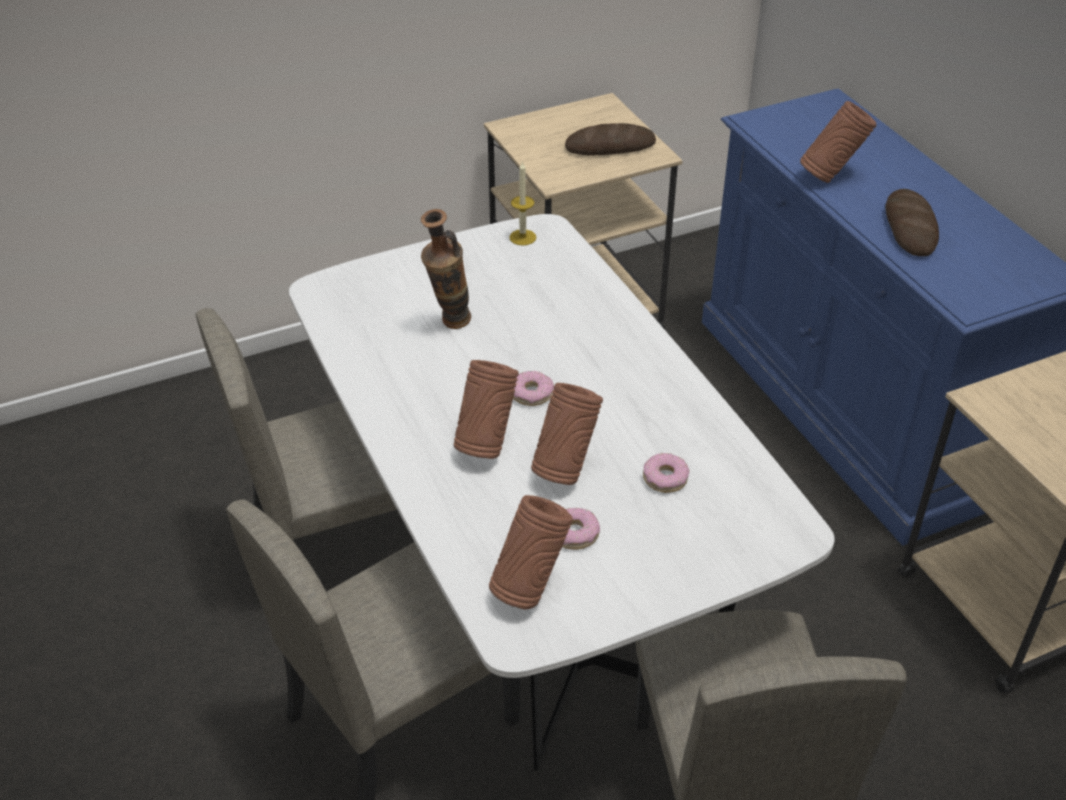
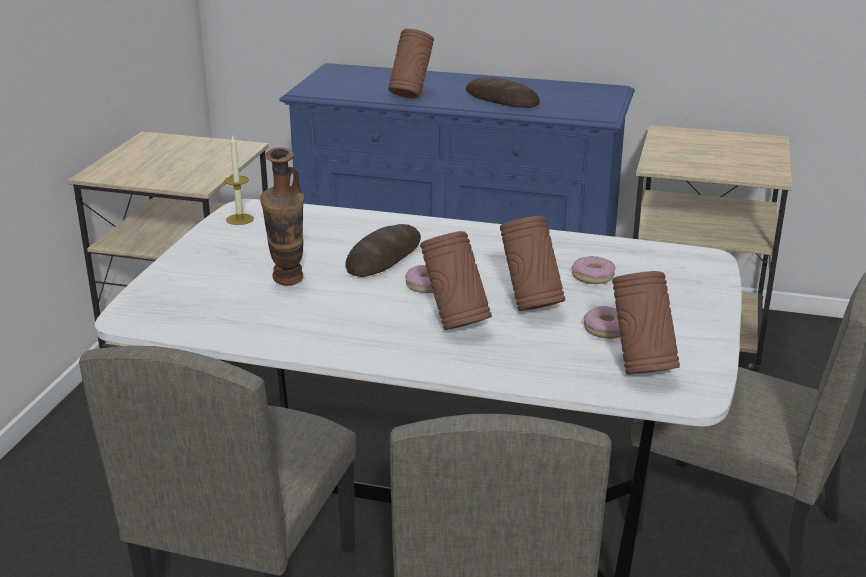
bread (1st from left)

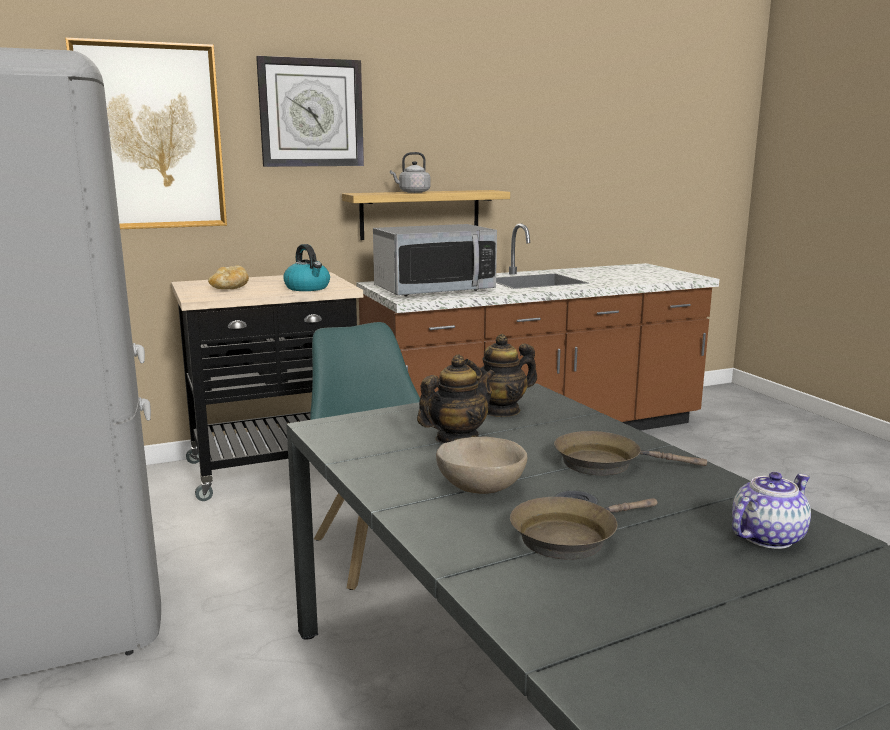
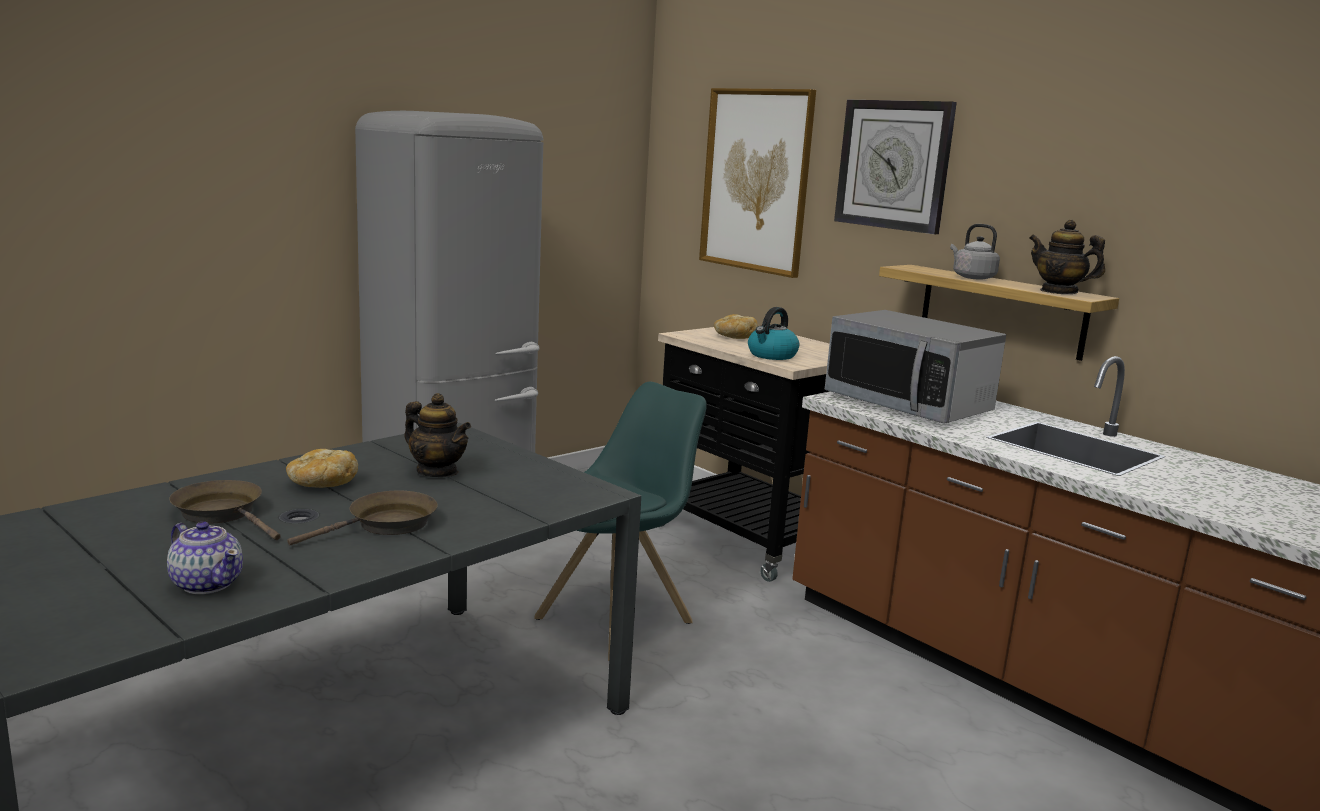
teapot (3rd from left); brown frying pan (2nd from left); bread (1st from left)

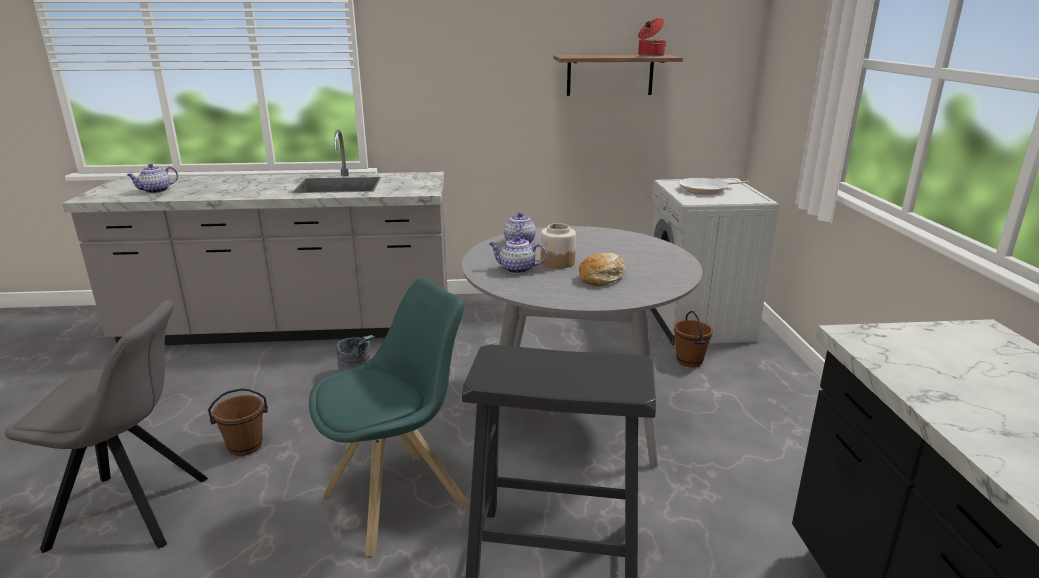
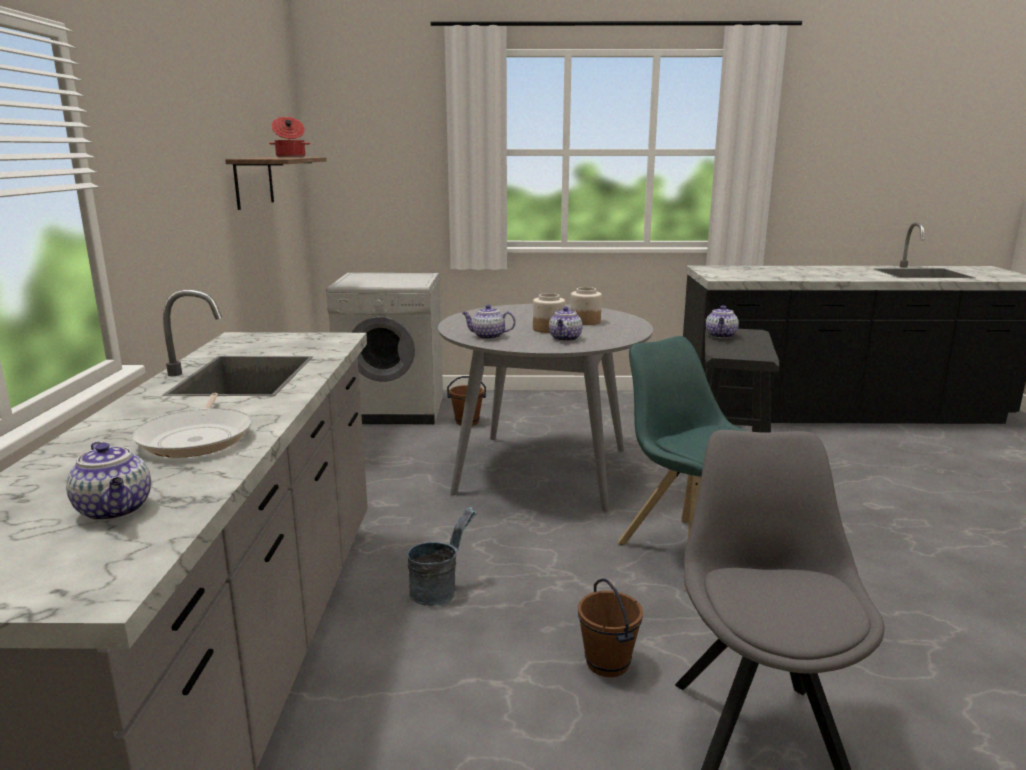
frying pan; jar (2nd from left); teapot (4th from left)

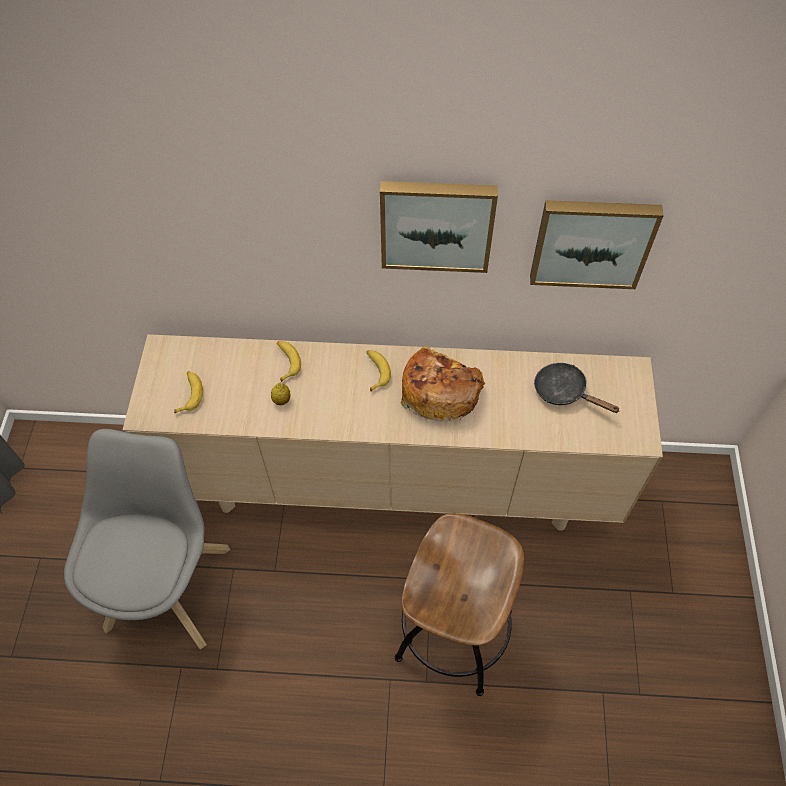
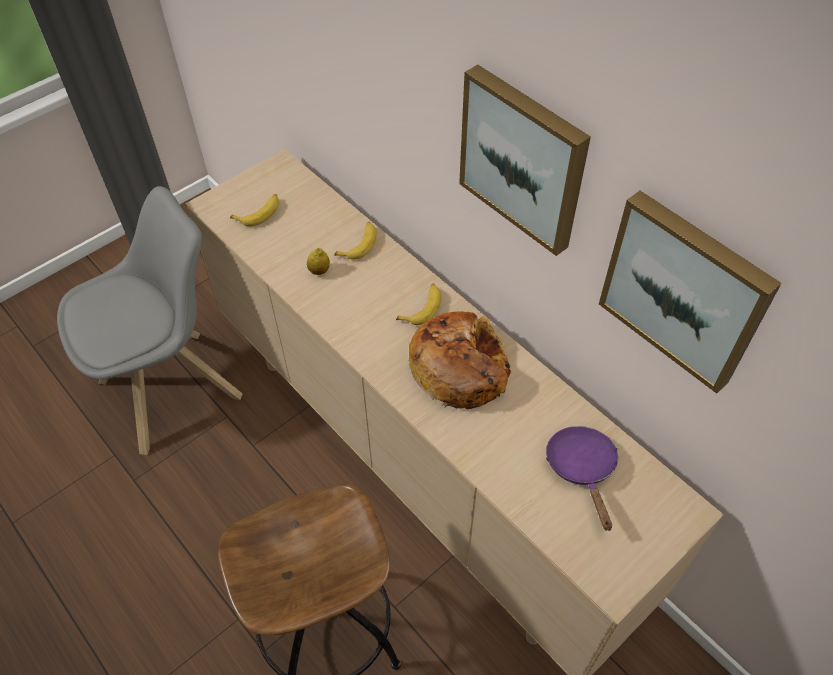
purple frying pan

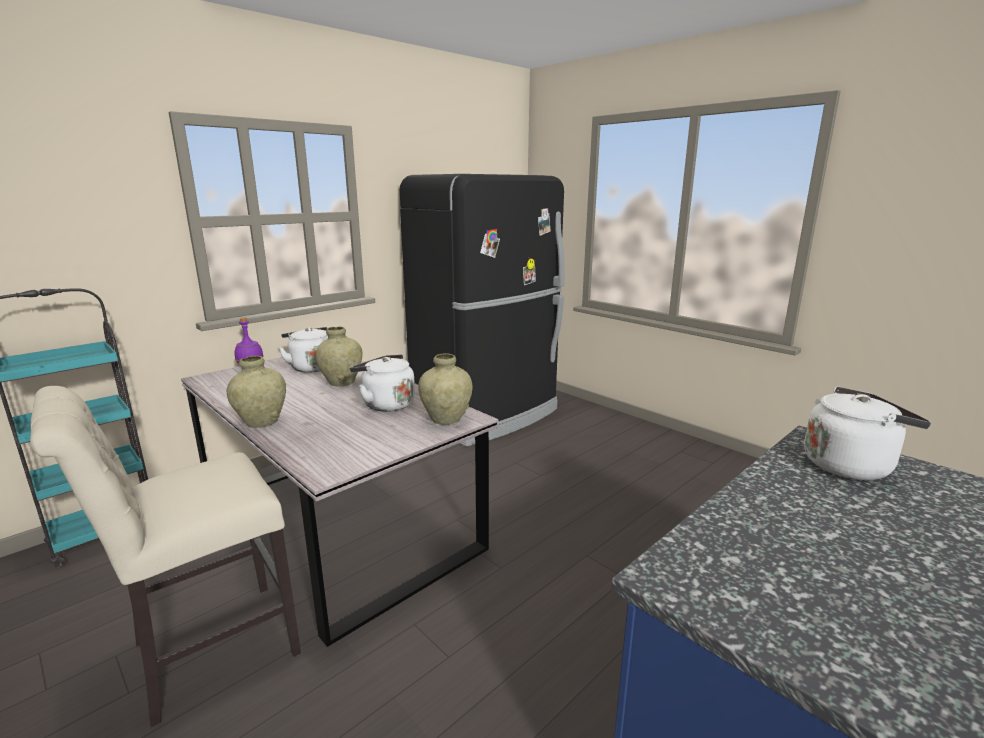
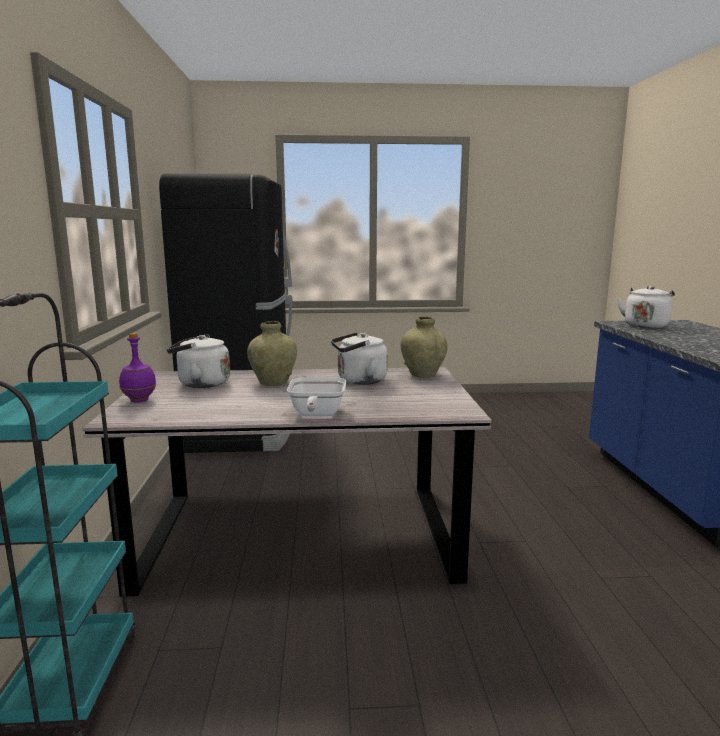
frying pan; beige stool

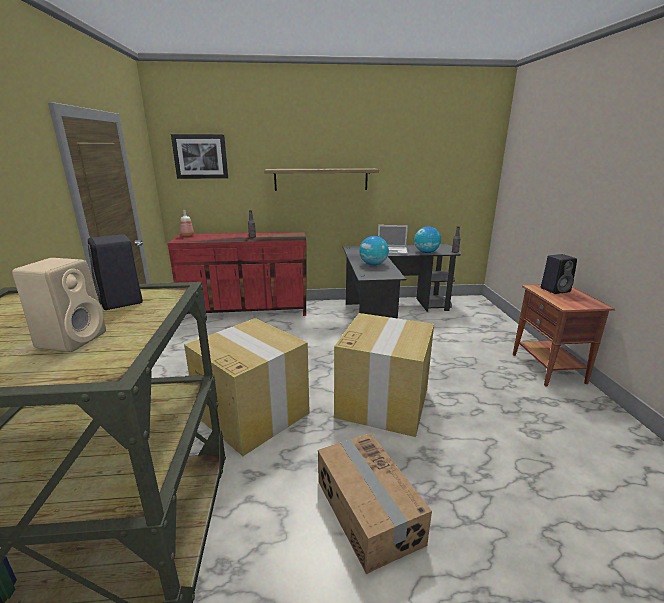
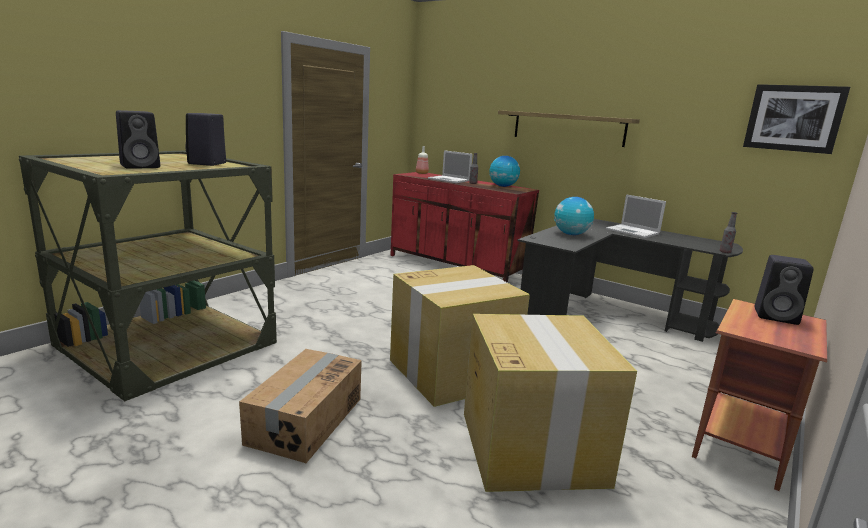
picture; globe (1st from left); black speaker (1st from left); cardboard box (3rd from left); laptop (1st from left)

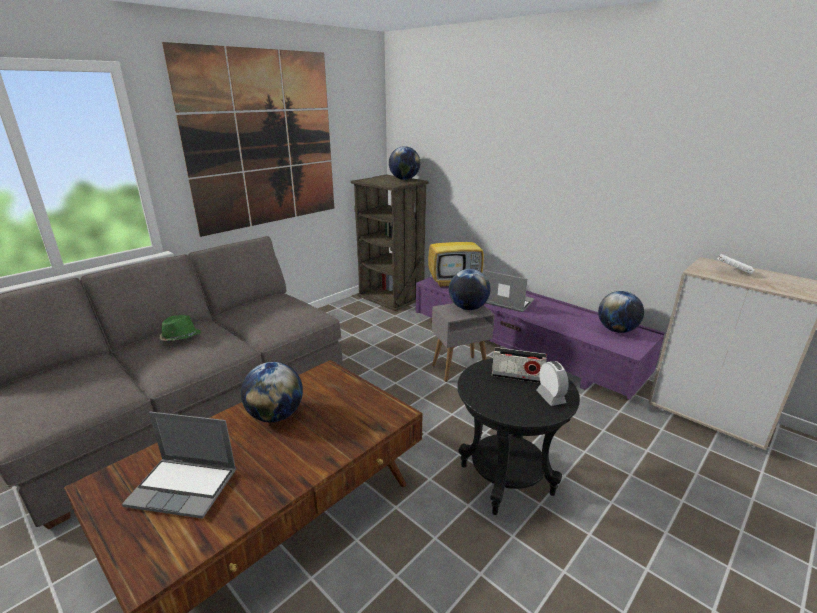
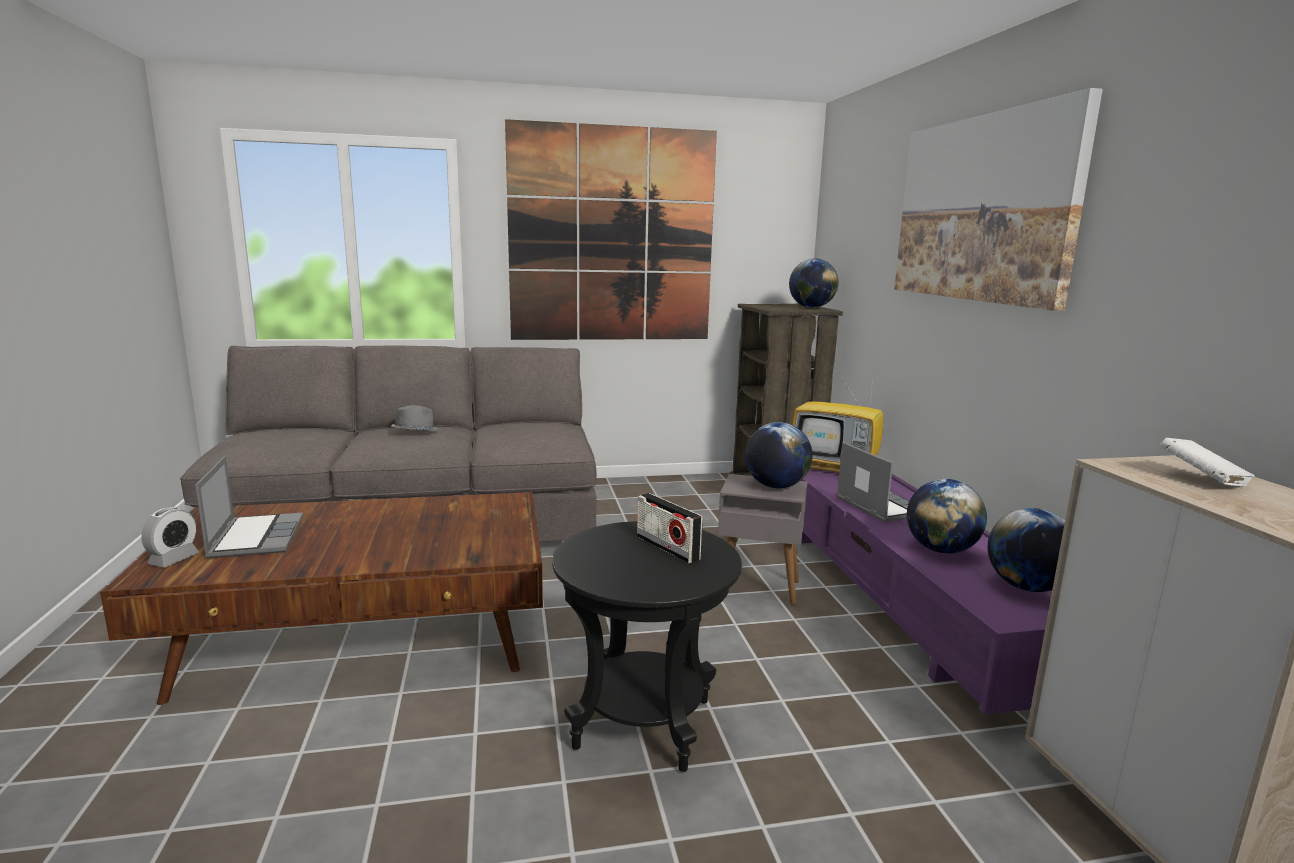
grey hat; alarm clock; globe (3rd from left); laptop (1st from left); picture (2nd from left)

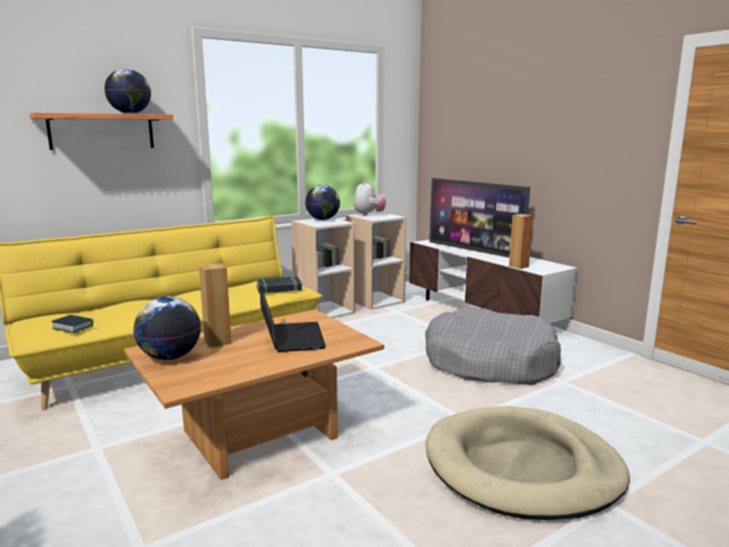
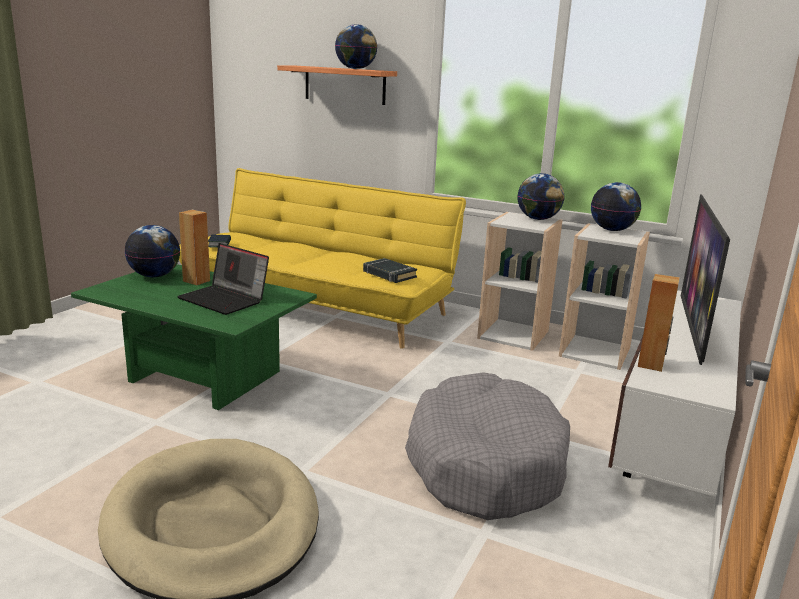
globe (4th from left); laptop; green coffee table

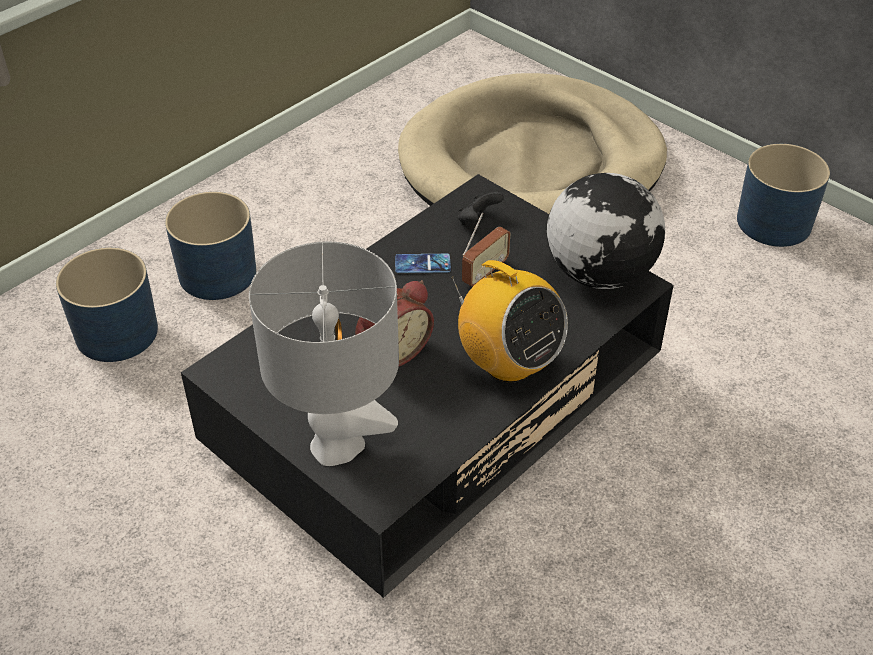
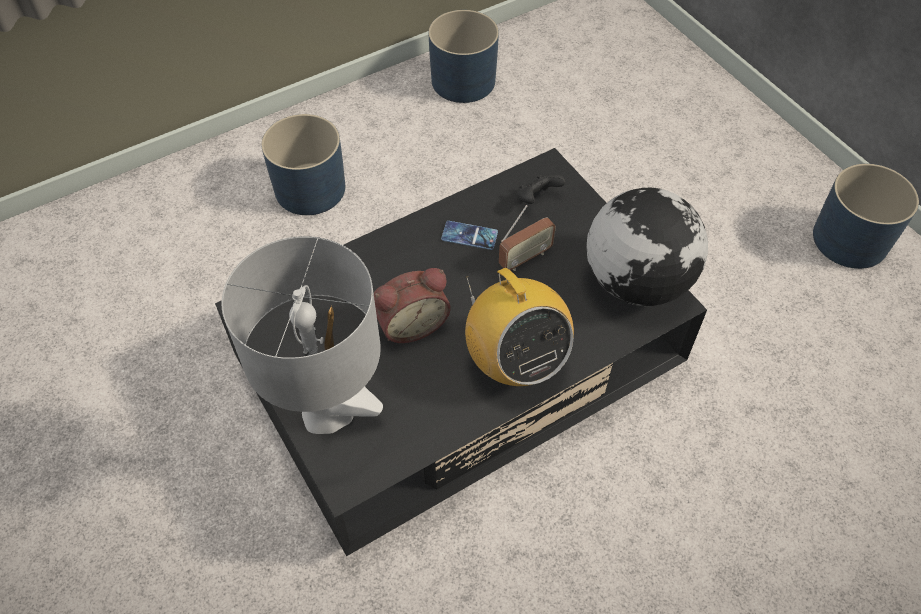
beige dog bed; blue planter (2nd from left)

